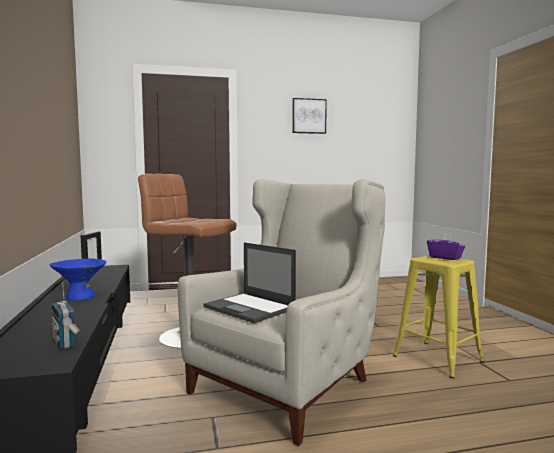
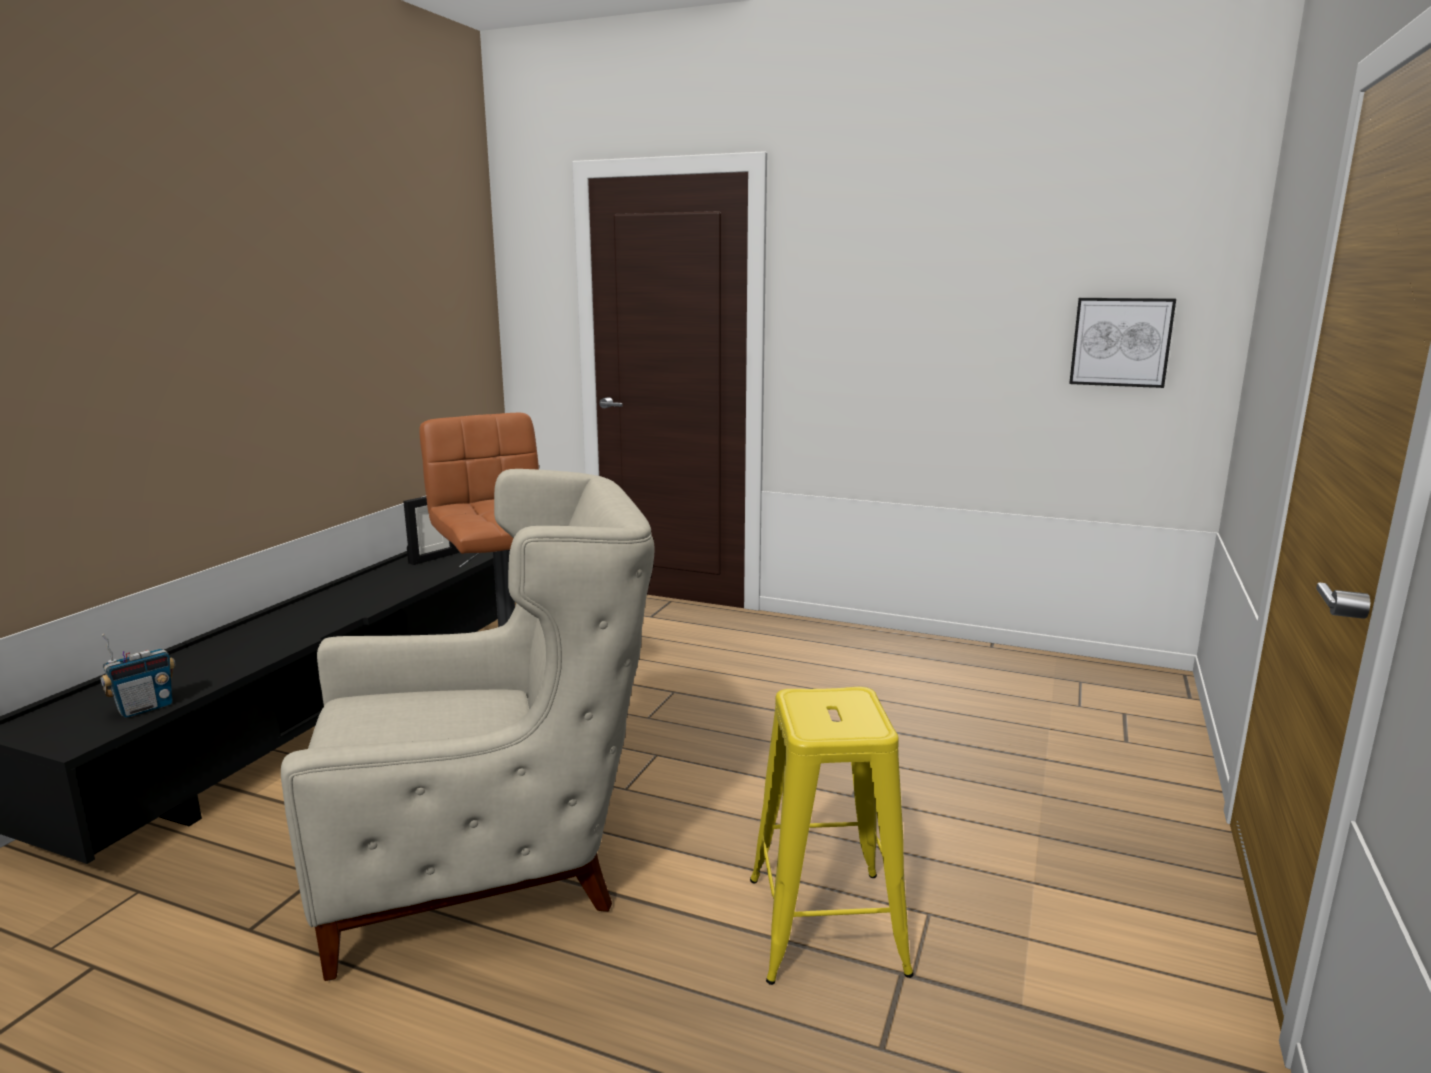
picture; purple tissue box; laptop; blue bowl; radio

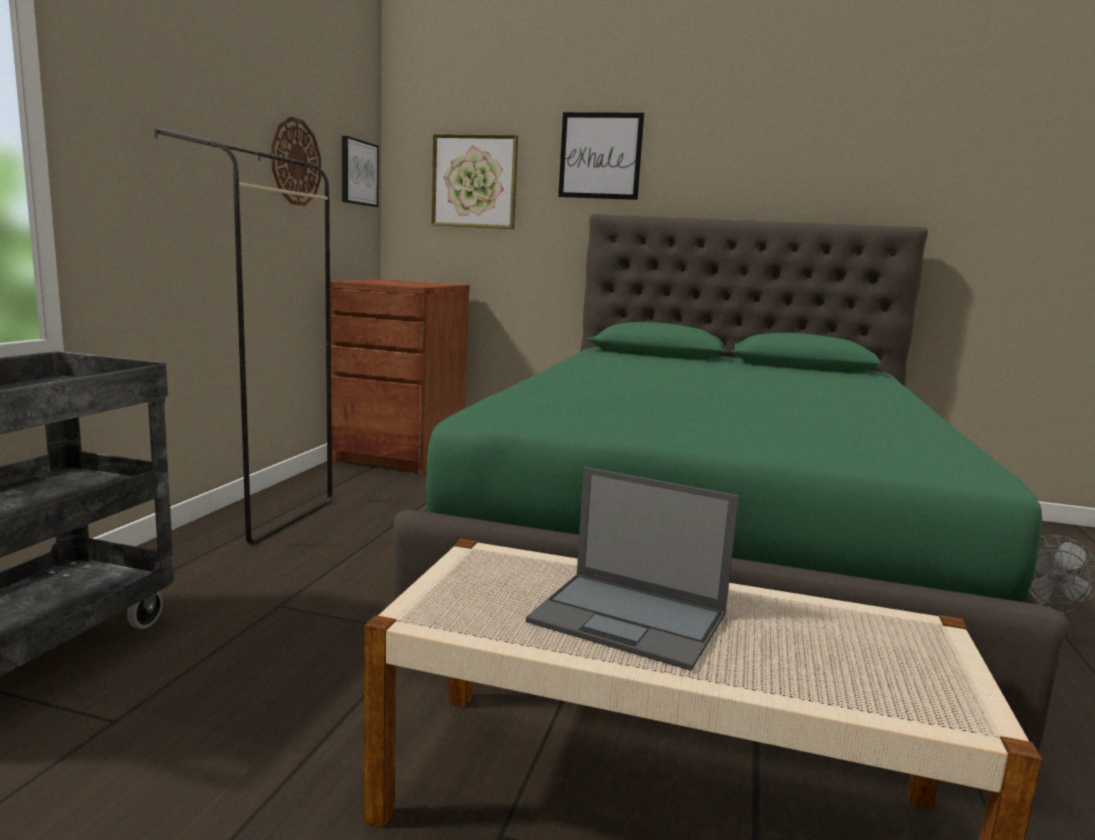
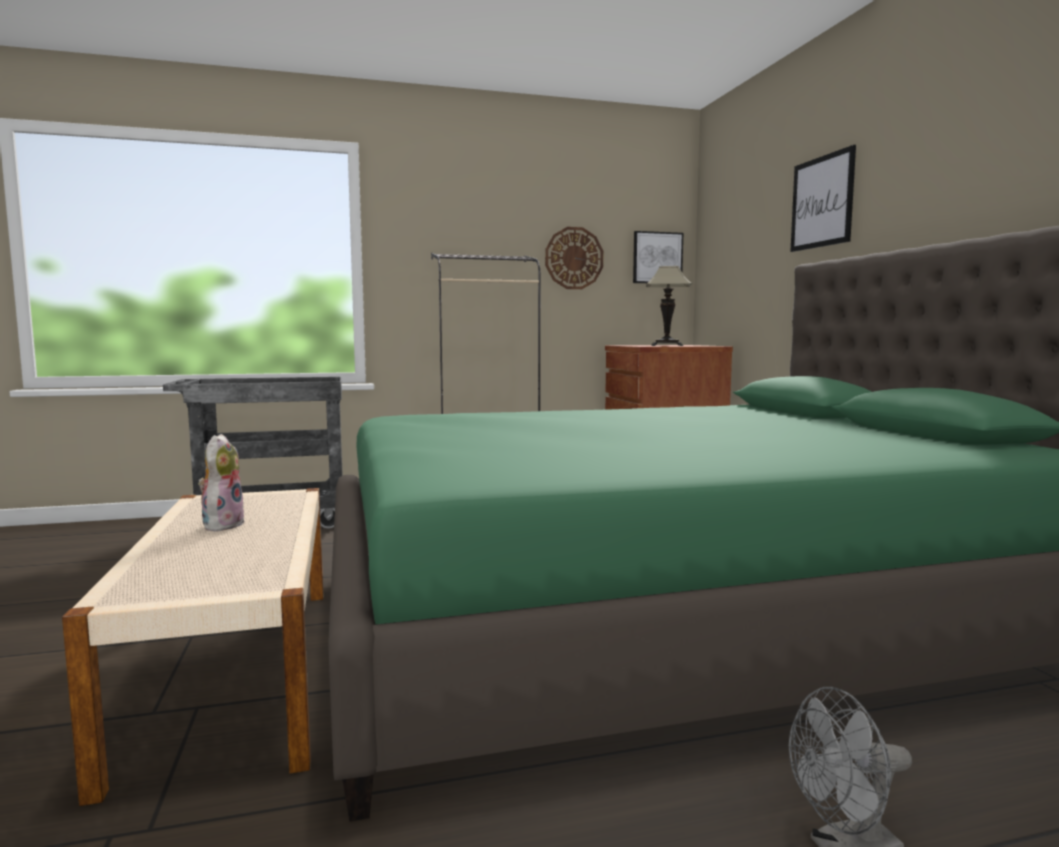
picture (2nd from left in the first image); plush toy; table lamp

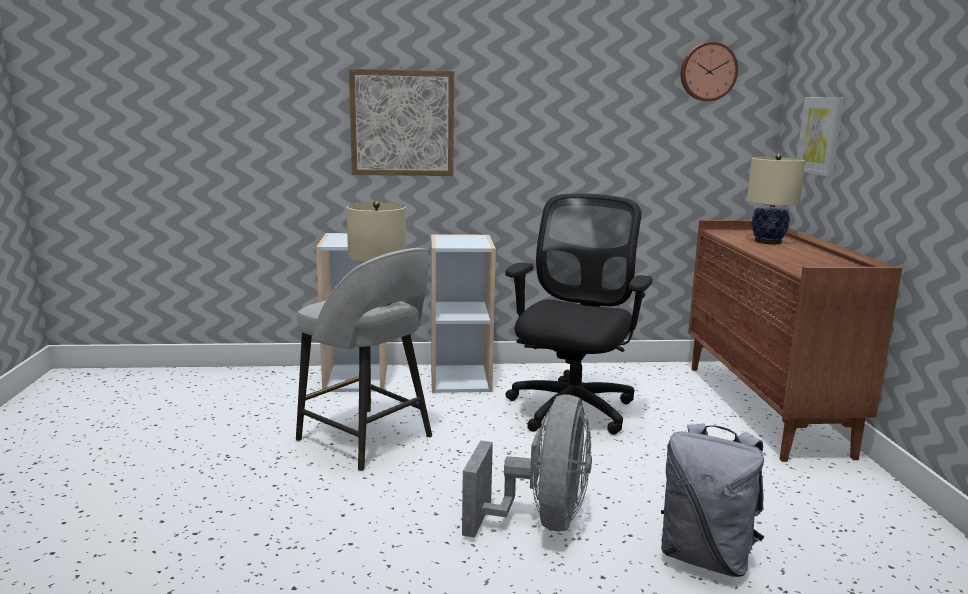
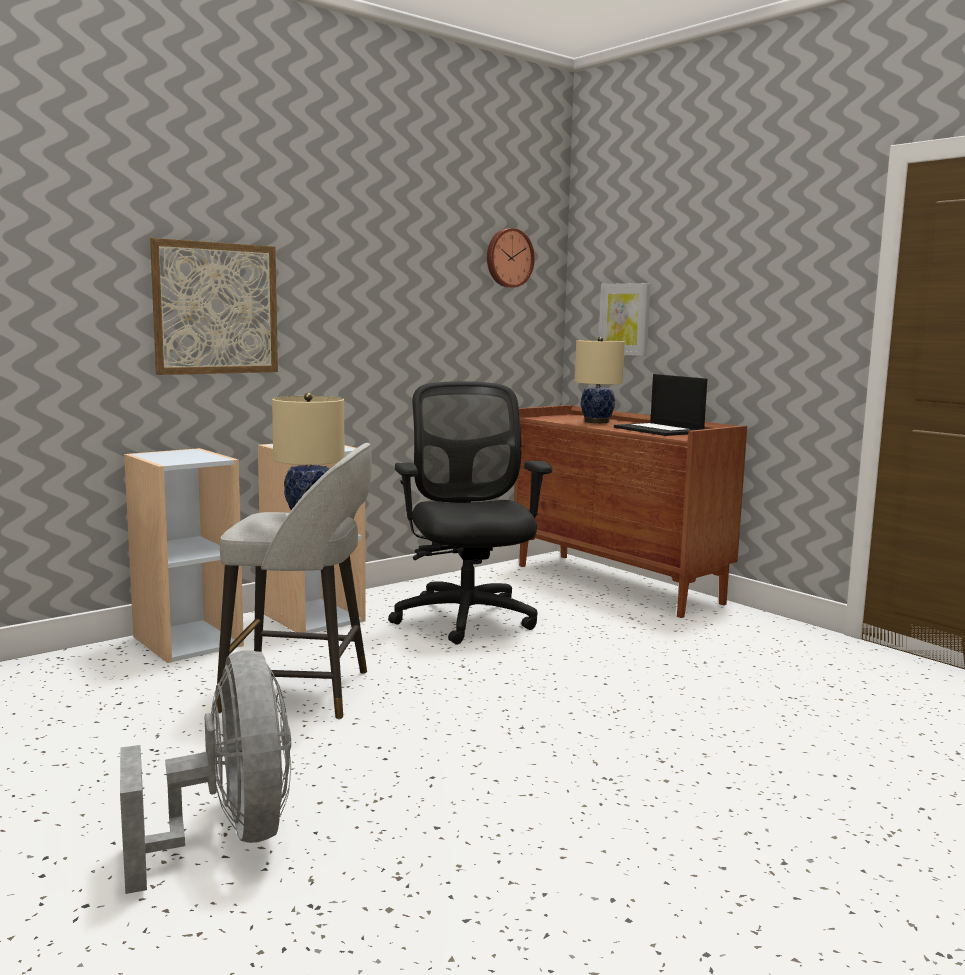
grey fan; grey backpack; laptop

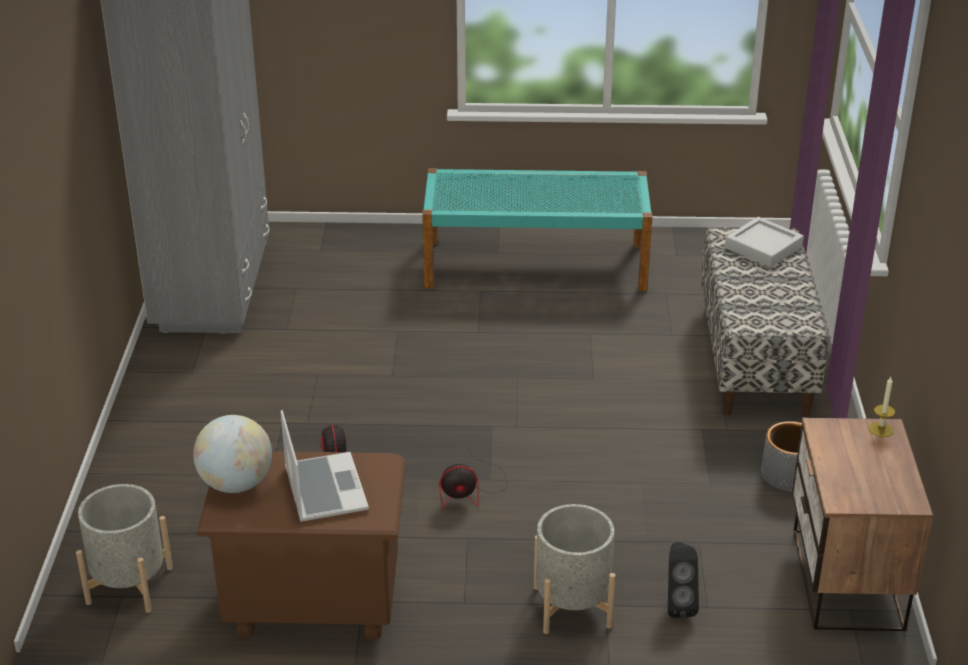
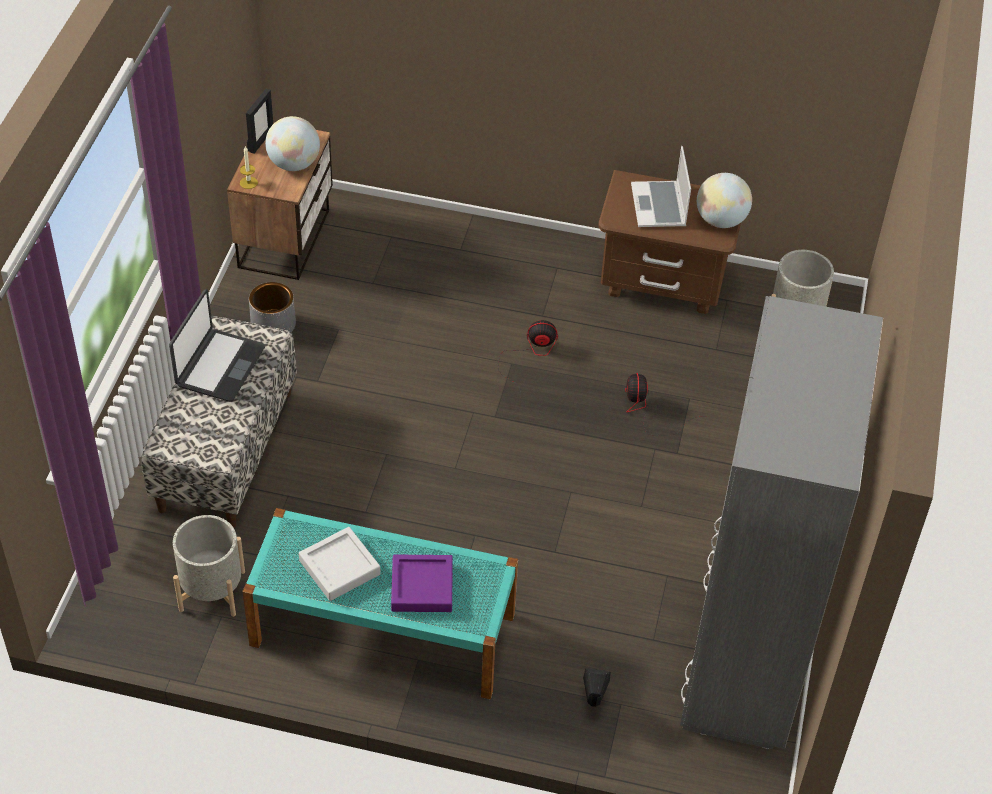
grey tray; grey planter (1st from left); black speaker; picture frame; globe (1st from left); laptop (1st from left); purple tray

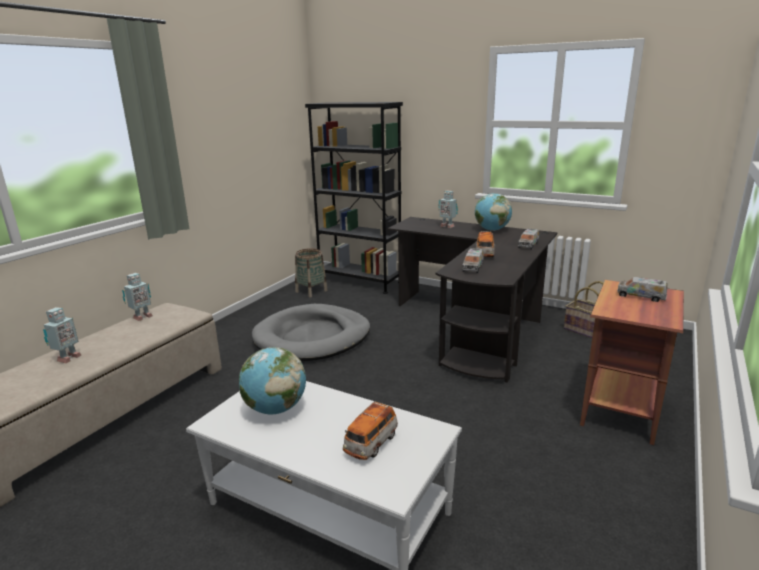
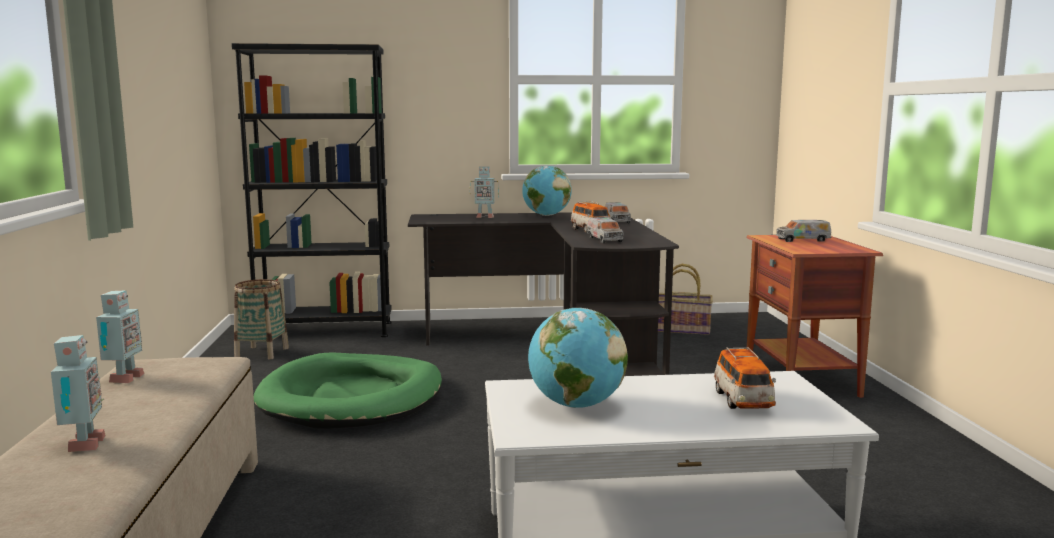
green dog bed

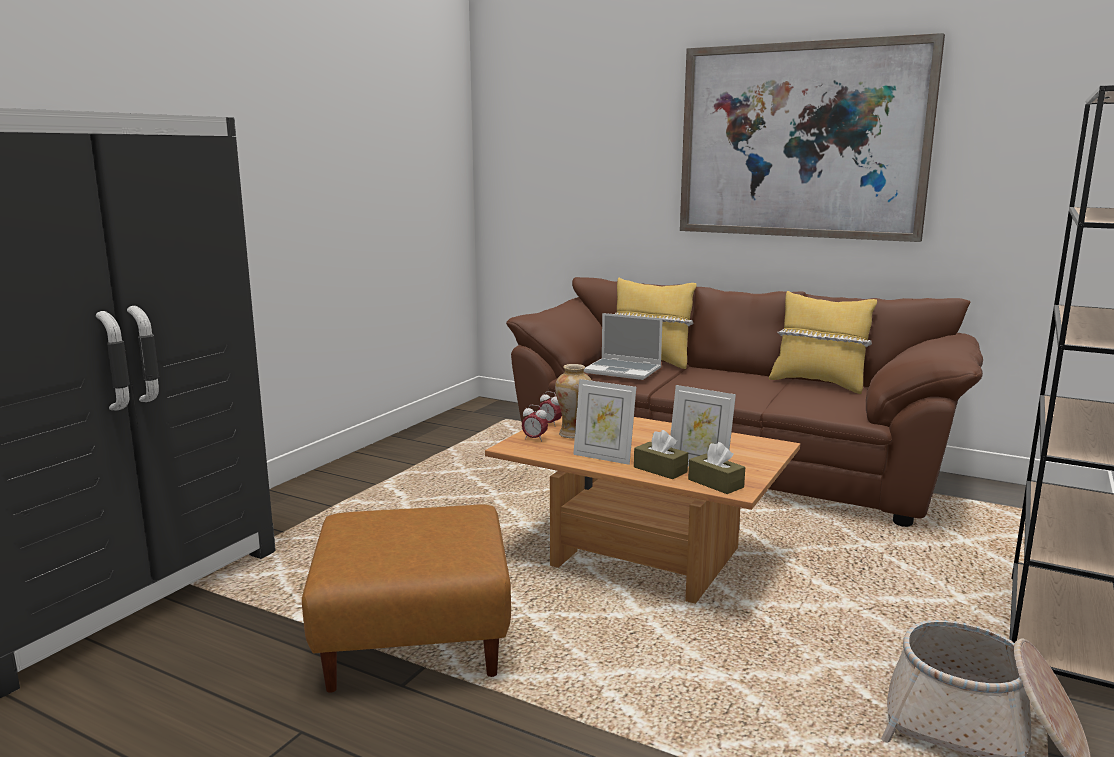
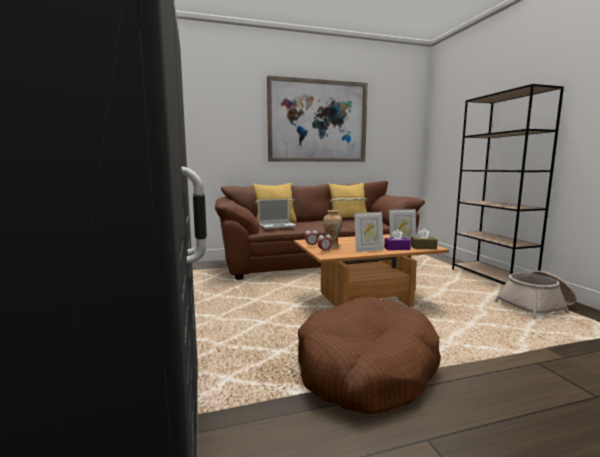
purple tissue box; brown dog bed

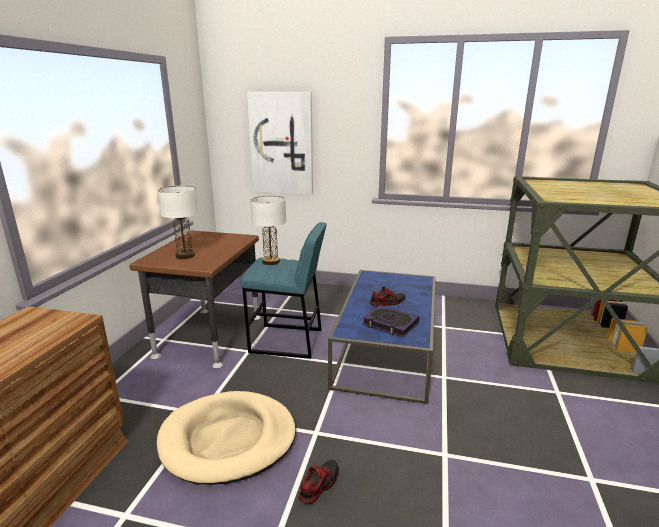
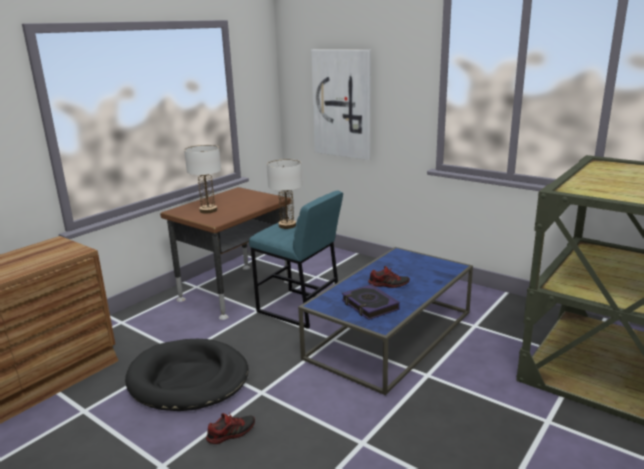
black dog bed

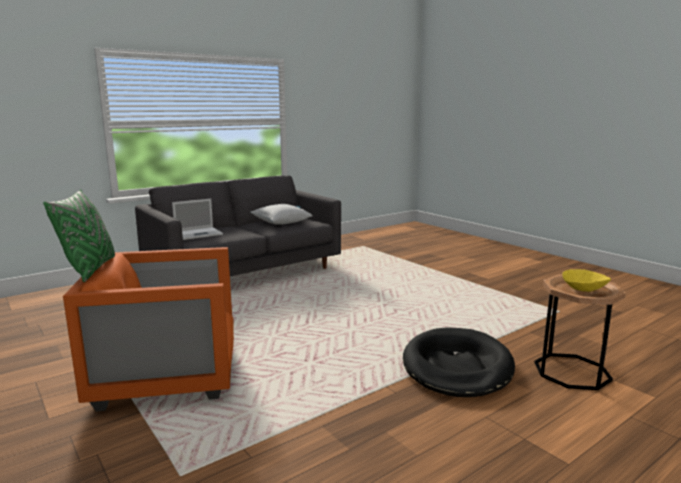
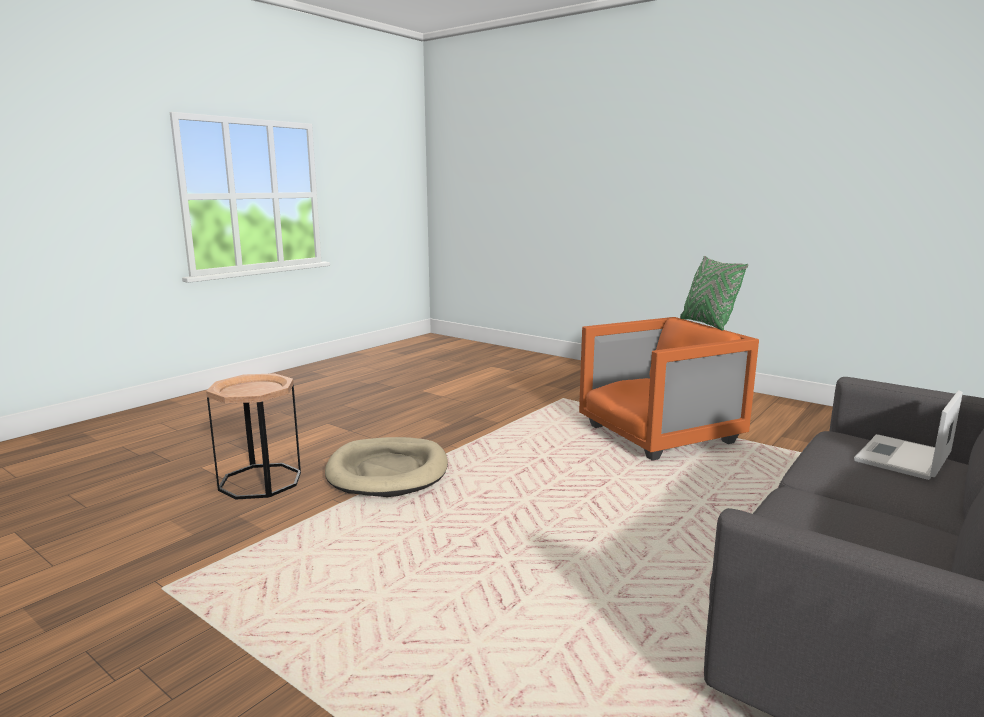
grey pillow; yellow bowl; beige dog bed

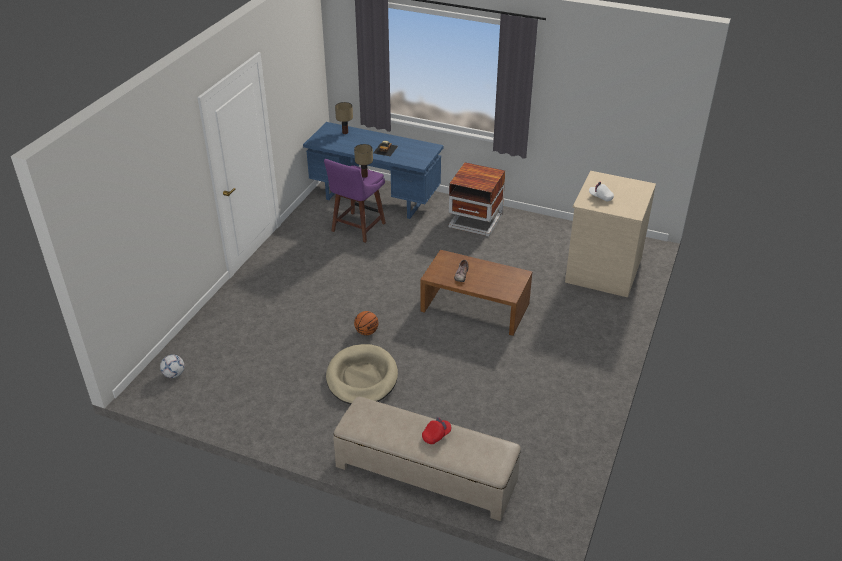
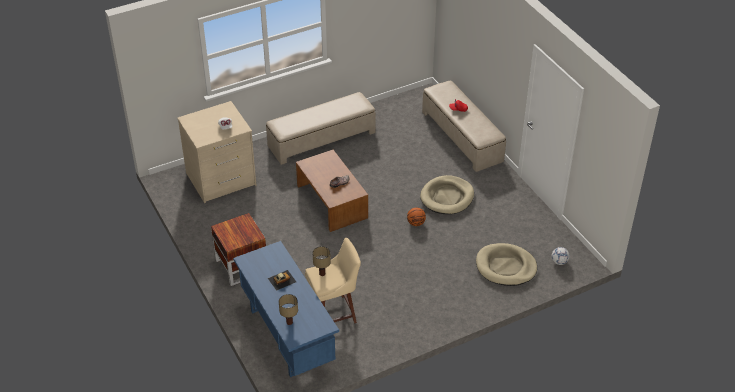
beige stool; beige bench (1st from left); beige dog bed (2nd from left)

